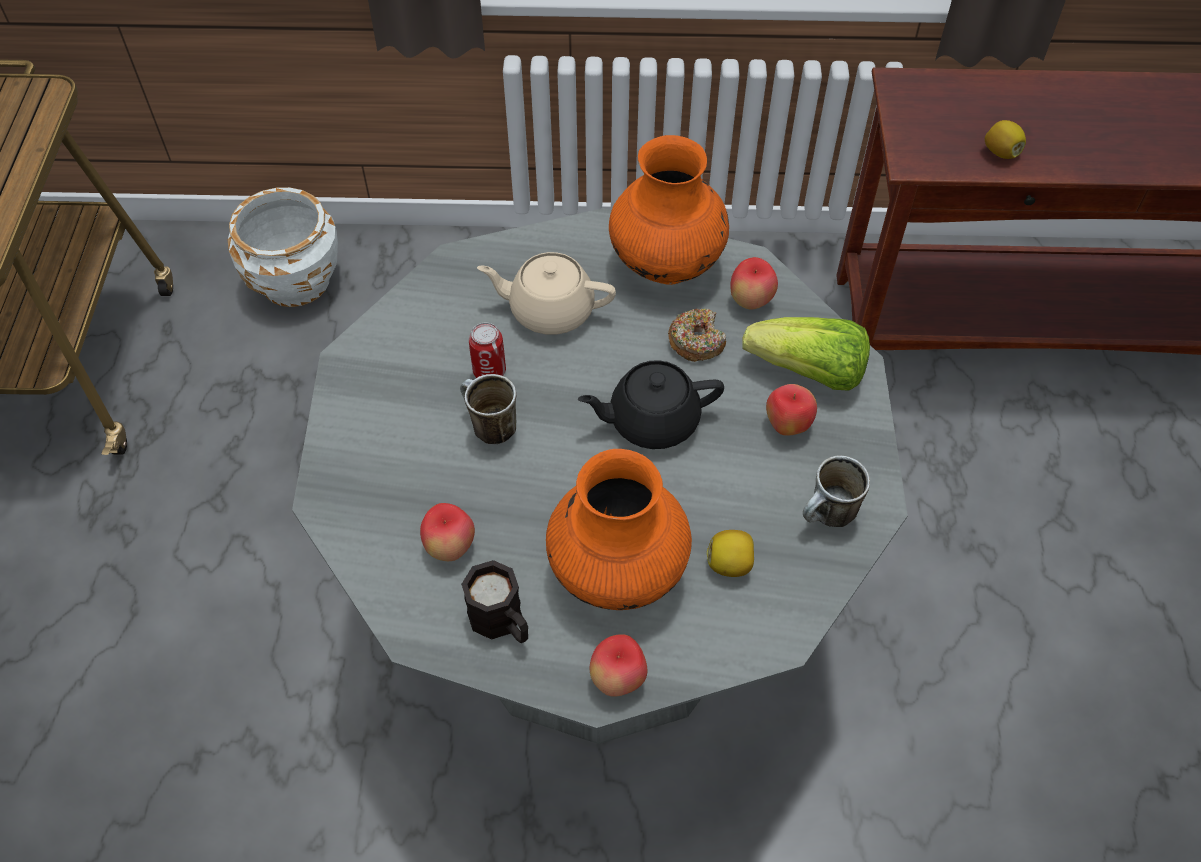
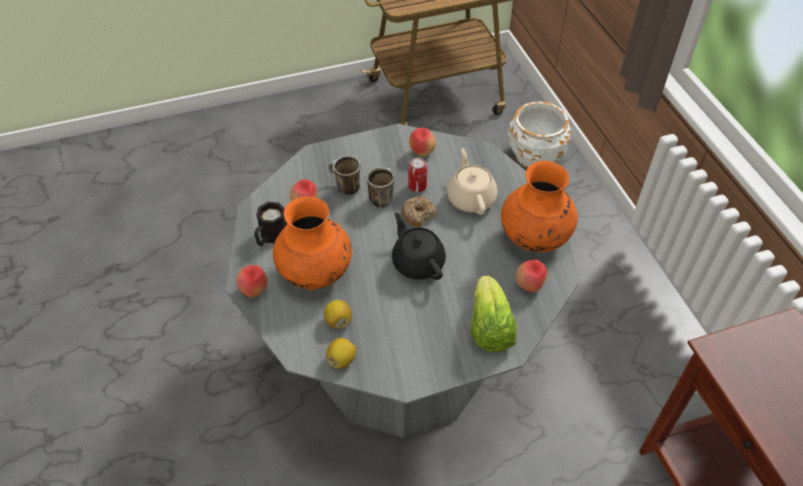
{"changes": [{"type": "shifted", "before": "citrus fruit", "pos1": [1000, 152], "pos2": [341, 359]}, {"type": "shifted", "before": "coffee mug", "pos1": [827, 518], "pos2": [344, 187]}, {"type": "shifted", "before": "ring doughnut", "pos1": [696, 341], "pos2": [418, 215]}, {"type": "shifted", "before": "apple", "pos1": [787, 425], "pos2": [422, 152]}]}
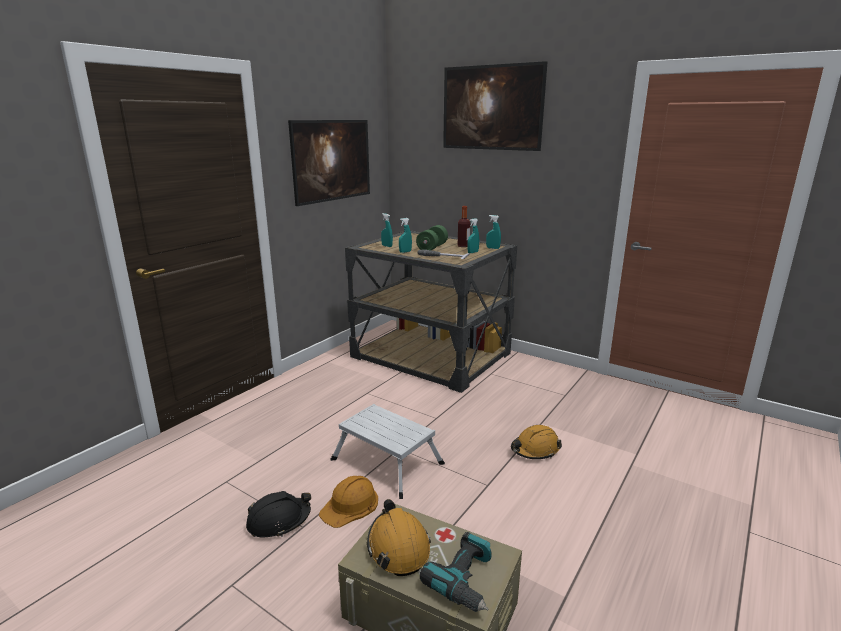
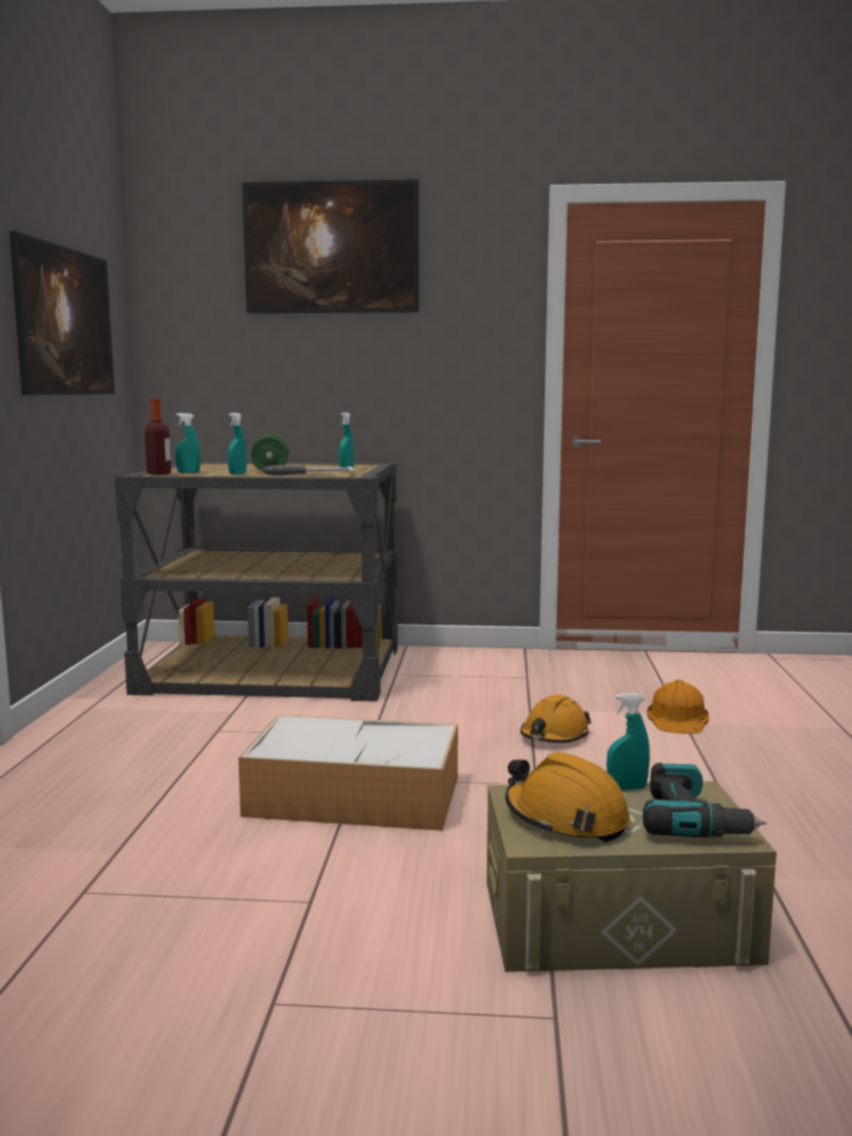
{"changes": [{"type": "shifted", "before": "bottle", "pos1": [463, 246], "pos2": [159, 473]}, {"type": "swapped", "before": "whitish step stool", "after": "storage container", "pos1": [387, 461], "pos2": [357, 796]}, {"type": "shifted", "before": "turquoise-coloured sprayer", "pos1": [493, 248], "pos2": [626, 788]}, {"type": "shifted", "before": "orangey hard hat", "pos1": [350, 505], "pos2": [678, 718]}, {"type": "gone", "before": "blackish hard hat", "pos1": [279, 521]}]}
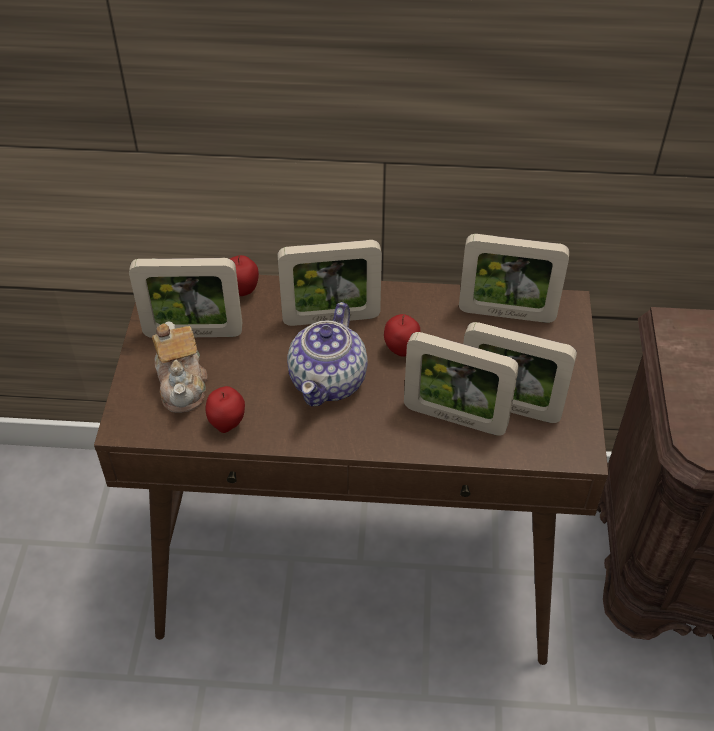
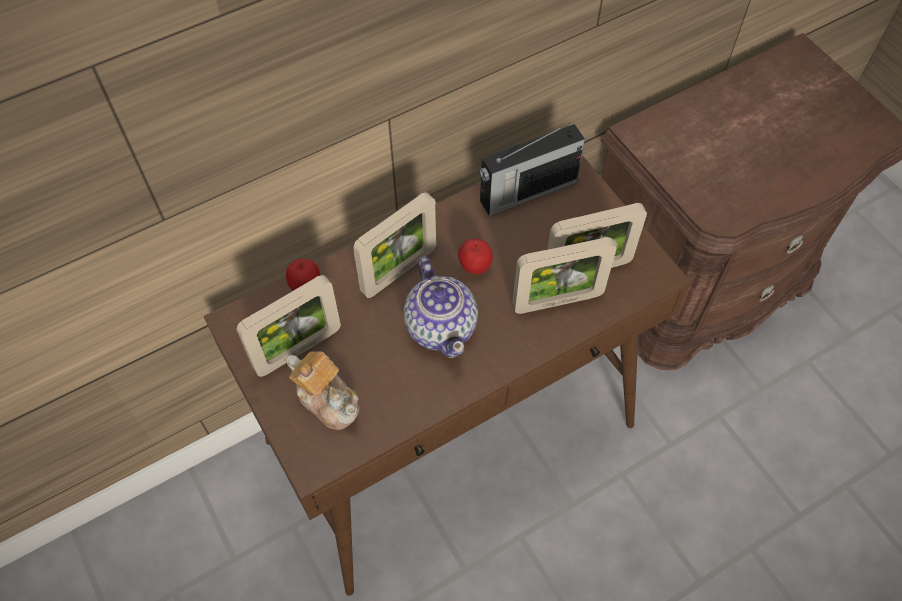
{"changes": [{"type": "swapped", "before": "photo frame", "after": "radio", "pos1": [506, 314], "pos2": [526, 192]}, {"type": "gone", "before": "apple", "pos1": [227, 424]}]}
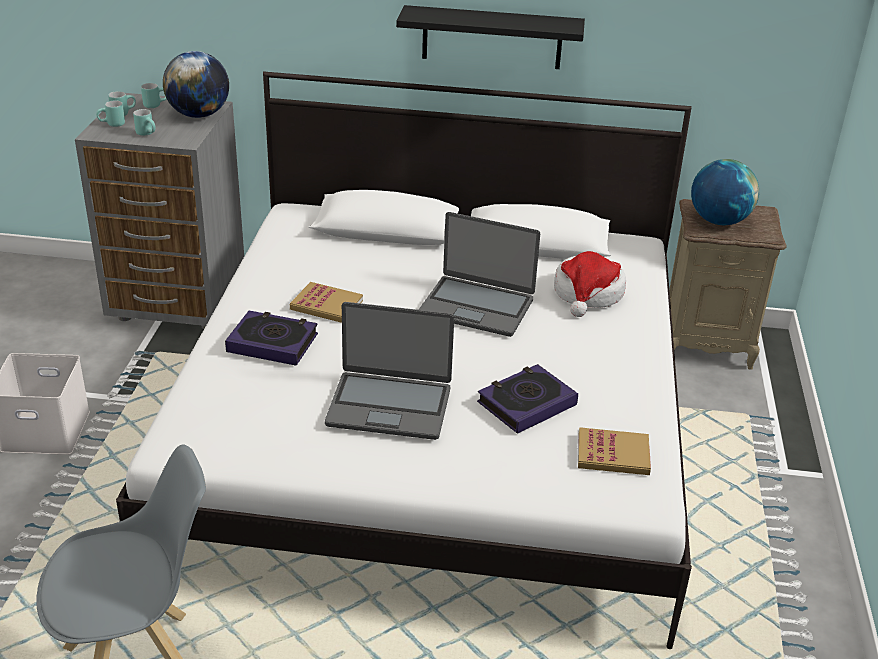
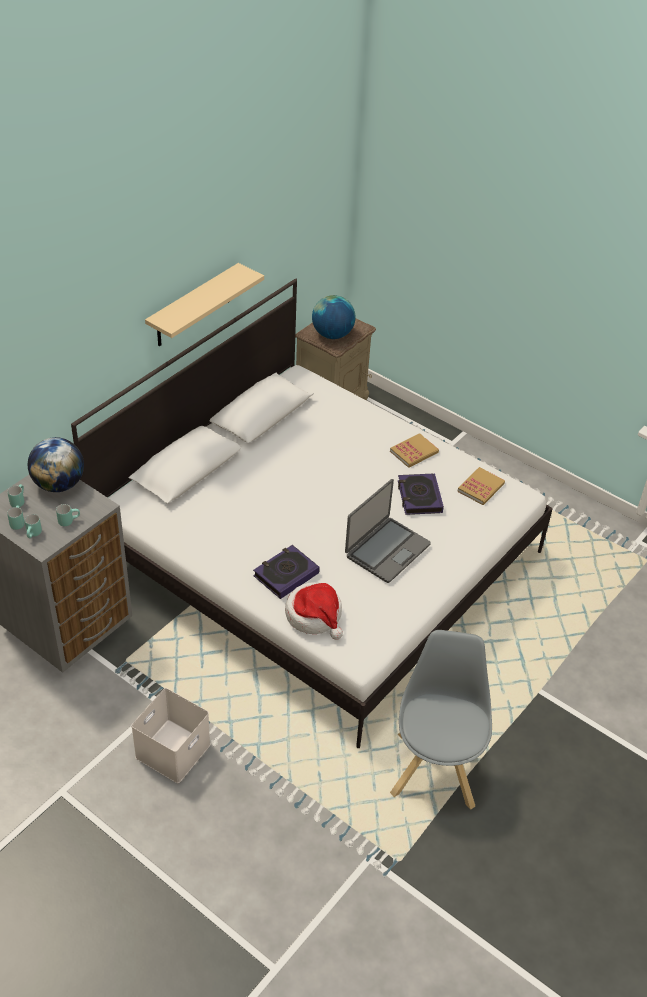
{"changes": [{"type": "repainted", "before": "blackish bracket shelf", "after": "sand-coloured bracket shelf", "pos1": [492, 37], "pos2": [193, 306]}, {"type": "shifted", "before": "wearable hat", "pos1": [588, 294], "pos2": [315, 616]}, {"type": "shifted", "before": "volume", "pos1": [326, 305], "pos2": [414, 452]}, {"type": "gone", "before": "laptop", "pos1": [477, 306]}]}
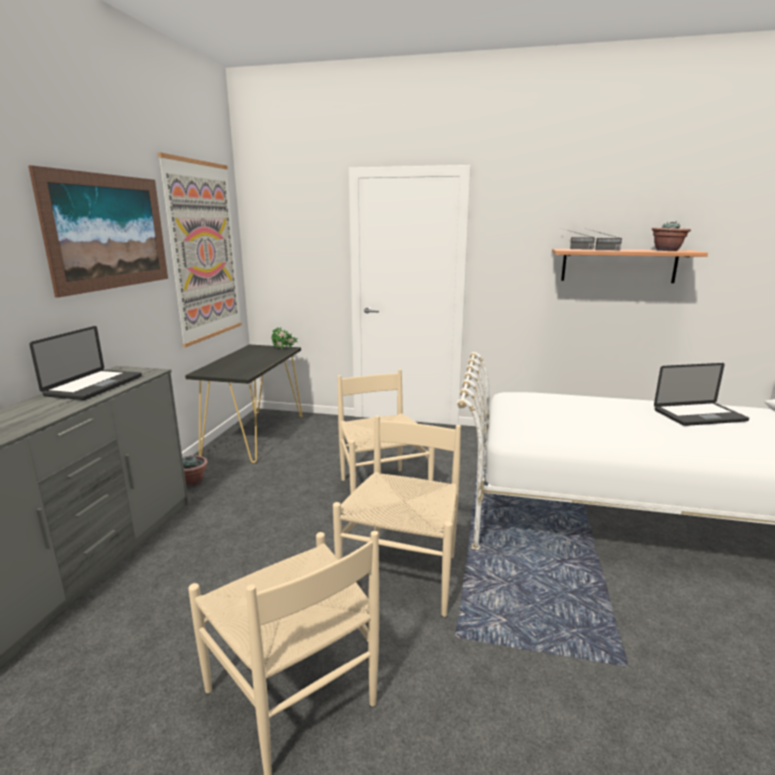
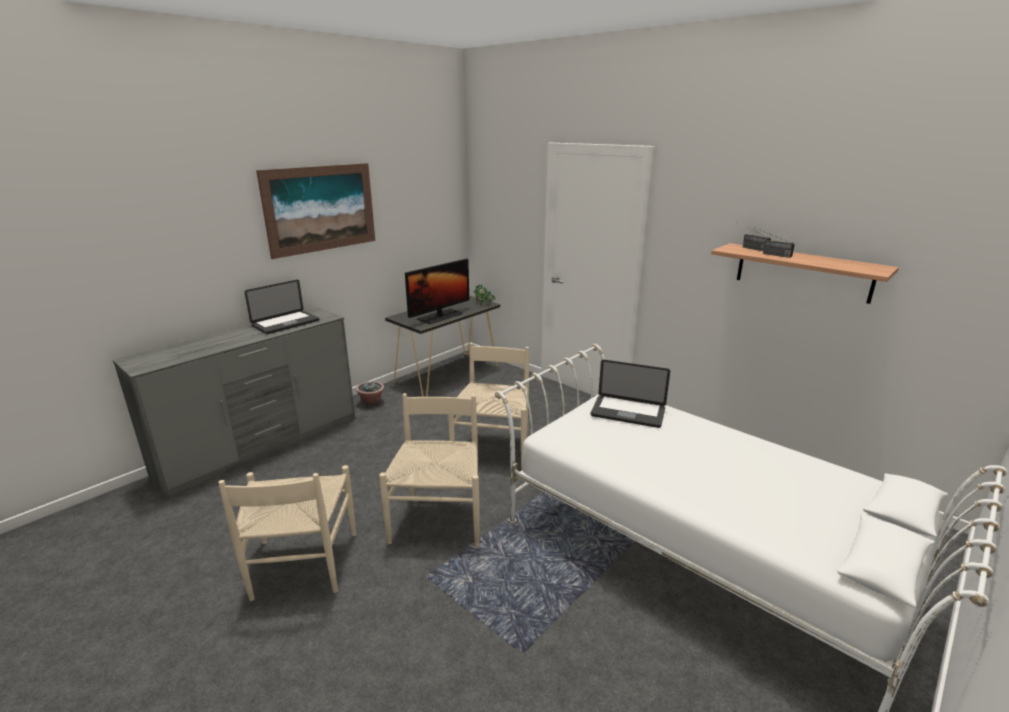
{"changes": [{"type": "rotated", "before": "sand-coloured plain chair", "pos1": [403, 574], "pos2": [439, 519], "turn": -45}, {"type": "new", "after": "computer screen", "pos2": [440, 316]}, {"type": "shifted", "before": "laptop", "pos1": [699, 415], "pos2": [628, 412]}, {"type": "gone", "before": "picture", "pos1": [204, 252]}, {"type": "gone", "before": "potted plant", "pos1": [667, 250]}]}
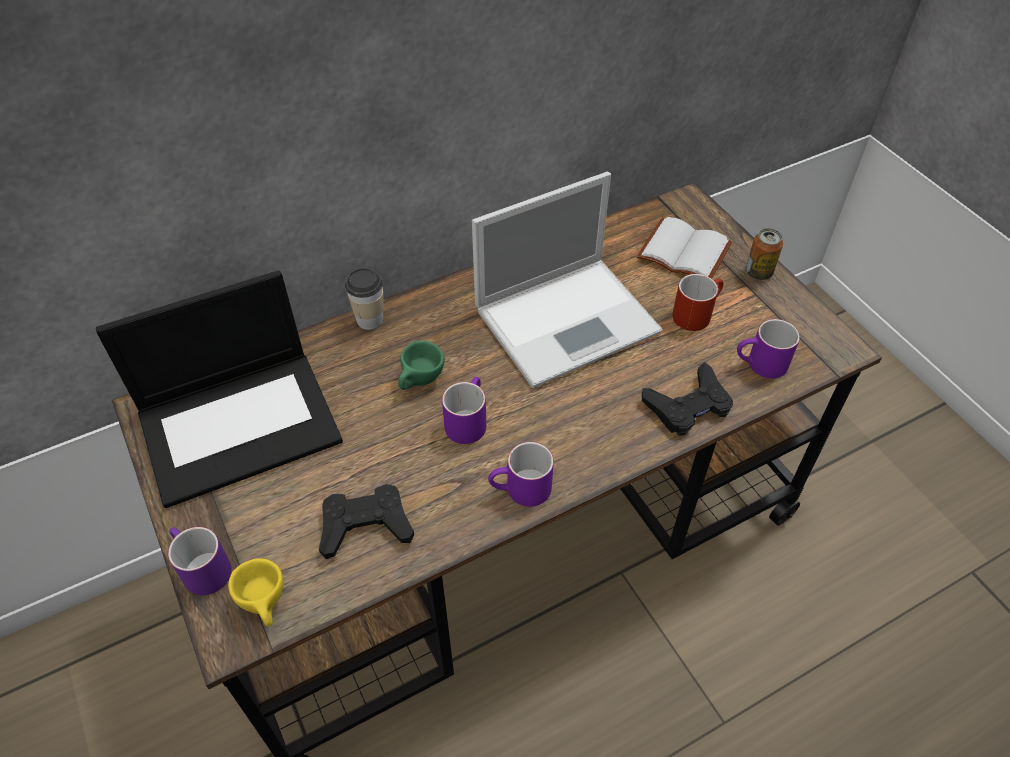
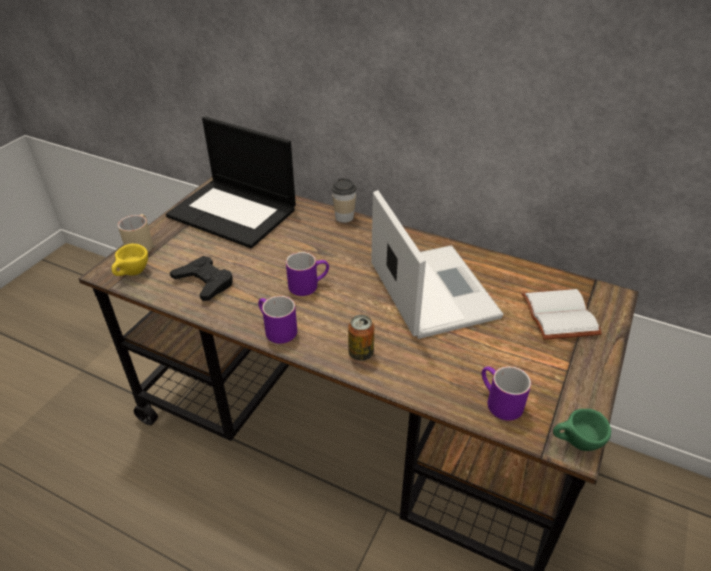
{"changes": [{"type": "repainted", "before": "purplish coffee mug", "after": "sand-coloured coffee mug", "pos1": [200, 568], "pos2": [140, 244]}, {"type": "shifted", "before": "sealed can", "pos1": [758, 272], "pos2": [361, 353]}, {"type": "rotated", "before": "laptop", "pos1": [569, 319], "pos2": [431, 289], "turn": -135}, {"type": "shifted", "before": "green small cup", "pos1": [420, 383], "pos2": [575, 444]}, {"type": "gone", "before": "blackish gamepad", "pos1": [688, 406]}, {"type": "gone", "before": "red coffee mug", "pos1": [696, 313]}]}
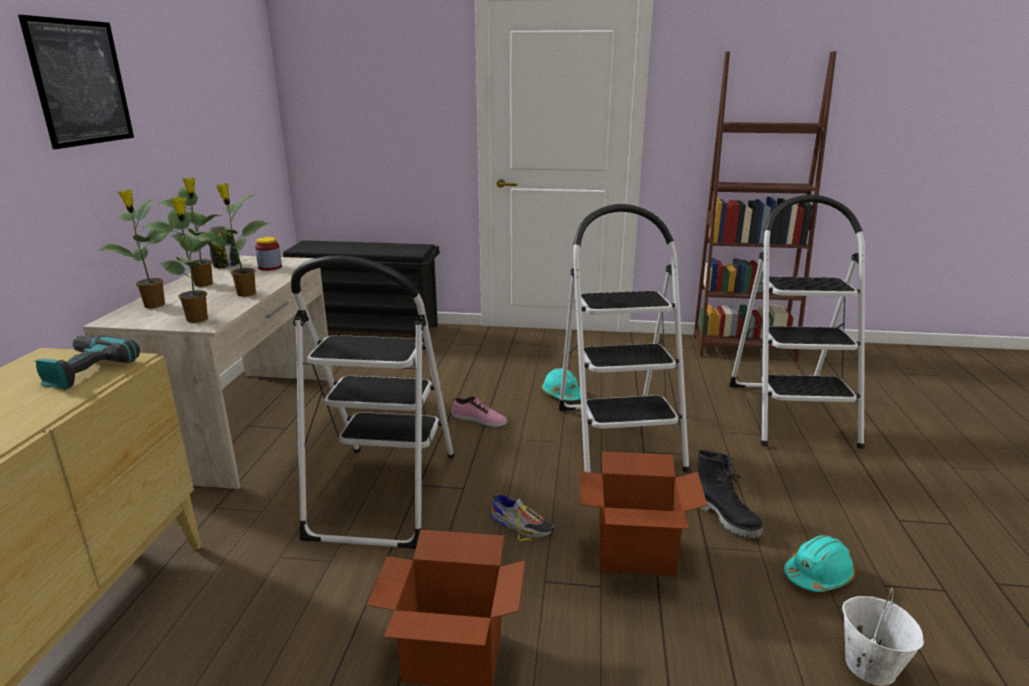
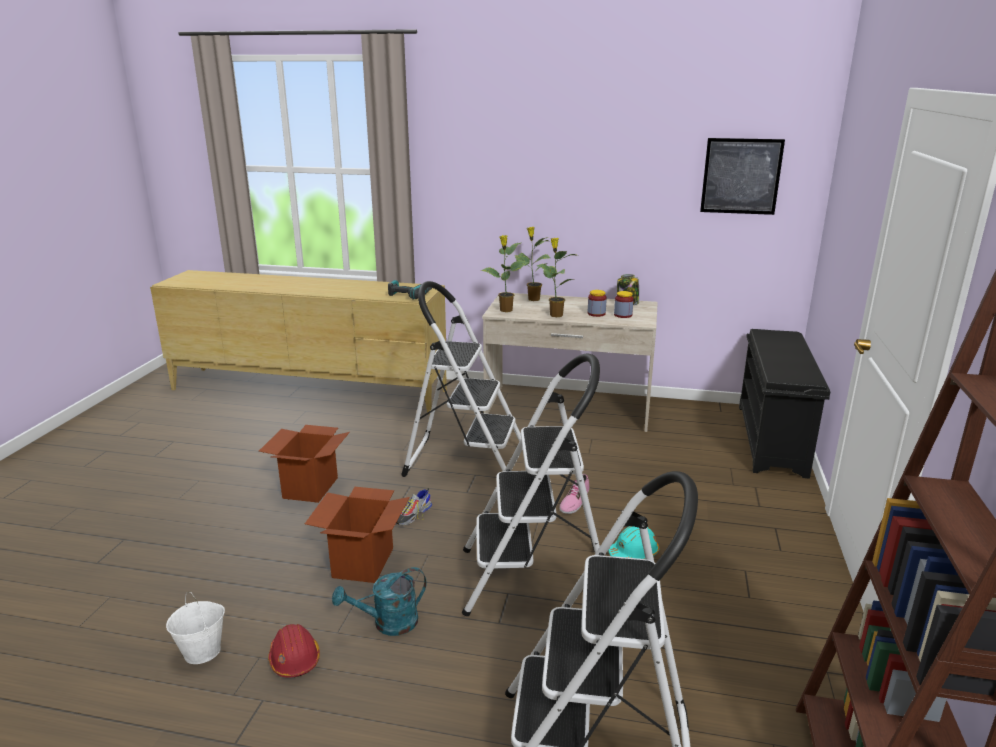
{"changes": [{"type": "repainted", "before": "turquoise-coloured hard hat", "after": "red hard hat", "pos1": [818, 575], "pos2": [294, 659]}, {"type": "swapped", "before": "blackish boot", "after": "turquoise-coloured watering can", "pos1": [726, 517], "pos2": [388, 624]}, {"type": "new", "after": "jar", "pos2": [596, 314]}, {"type": "shifted", "before": "picture", "pos1": [81, 83], "pos2": [741, 176]}, {"type": "gone", "before": "potted plant", "pos1": [205, 284]}]}
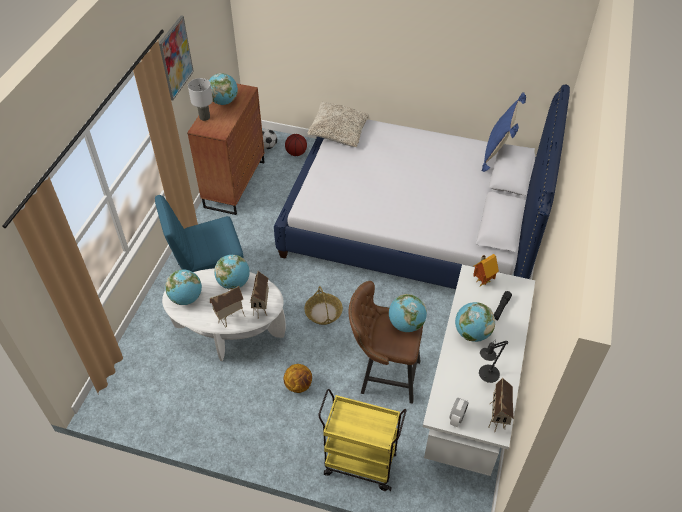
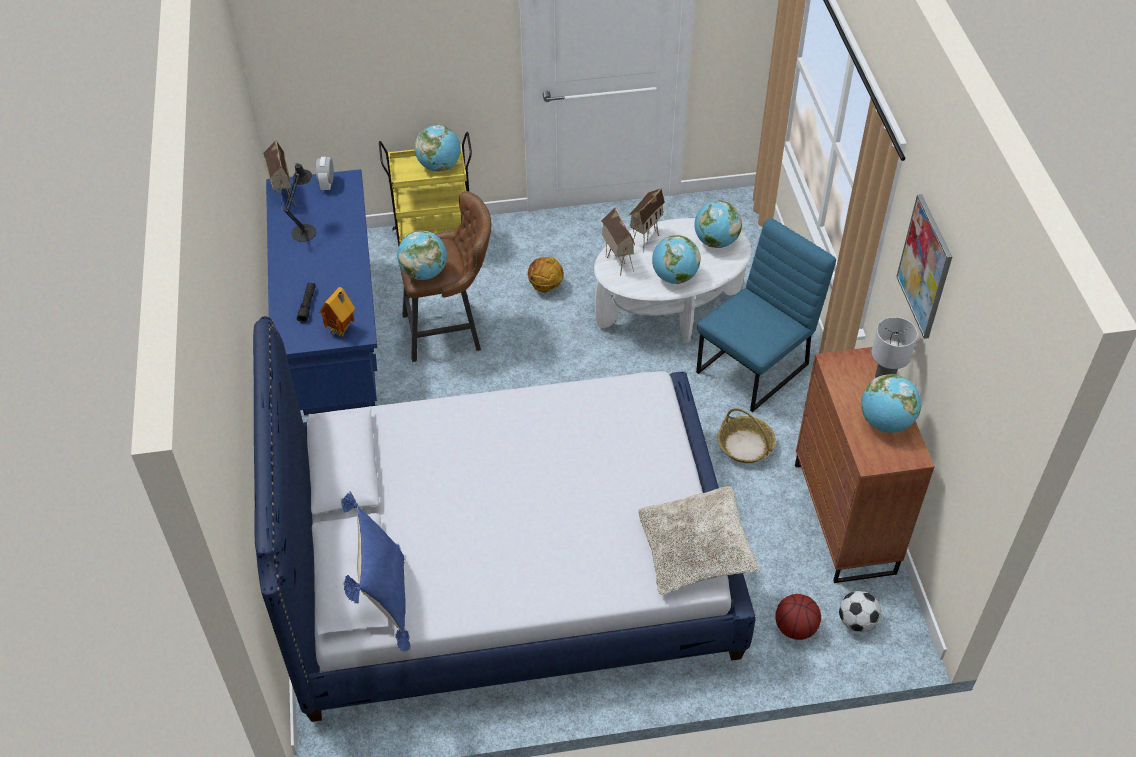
{"changes": [{"type": "repainted", "before": "whitish desk", "after": "blue desk", "pos1": [470, 399], "pos2": [334, 342]}, {"type": "shifted", "before": "world globe", "pos1": [472, 333], "pos2": [439, 166]}, {"type": "shifted", "before": "household basket", "pos1": [323, 312], "pos2": [745, 446]}]}
